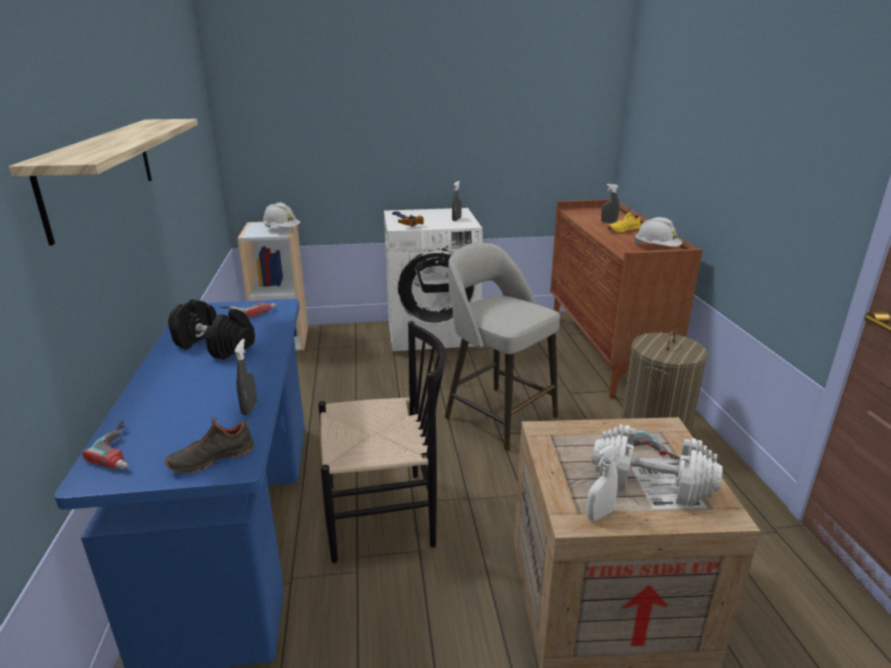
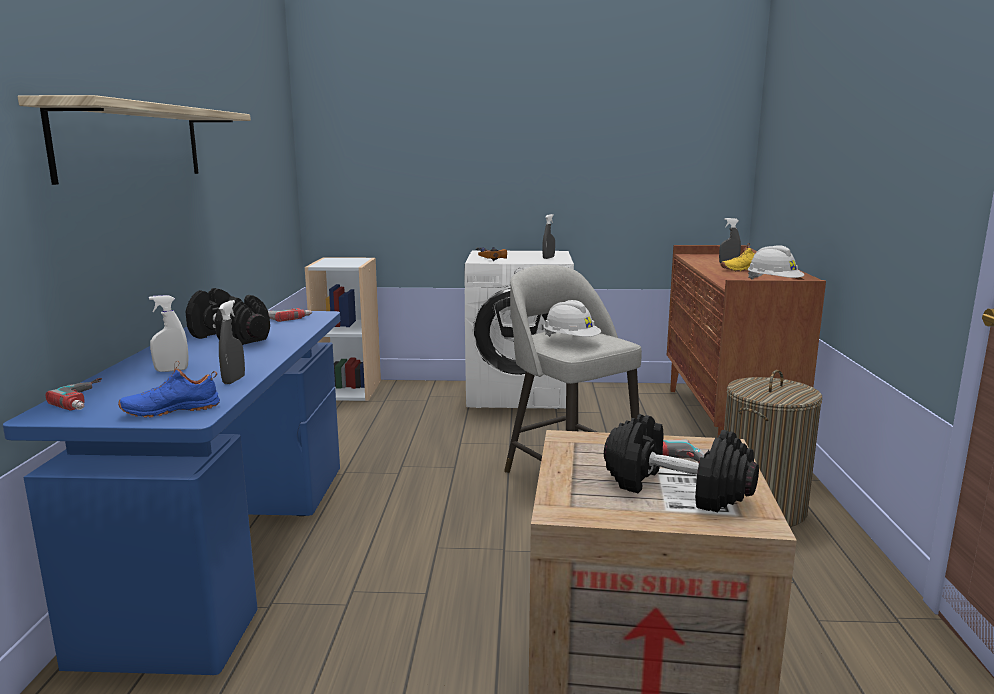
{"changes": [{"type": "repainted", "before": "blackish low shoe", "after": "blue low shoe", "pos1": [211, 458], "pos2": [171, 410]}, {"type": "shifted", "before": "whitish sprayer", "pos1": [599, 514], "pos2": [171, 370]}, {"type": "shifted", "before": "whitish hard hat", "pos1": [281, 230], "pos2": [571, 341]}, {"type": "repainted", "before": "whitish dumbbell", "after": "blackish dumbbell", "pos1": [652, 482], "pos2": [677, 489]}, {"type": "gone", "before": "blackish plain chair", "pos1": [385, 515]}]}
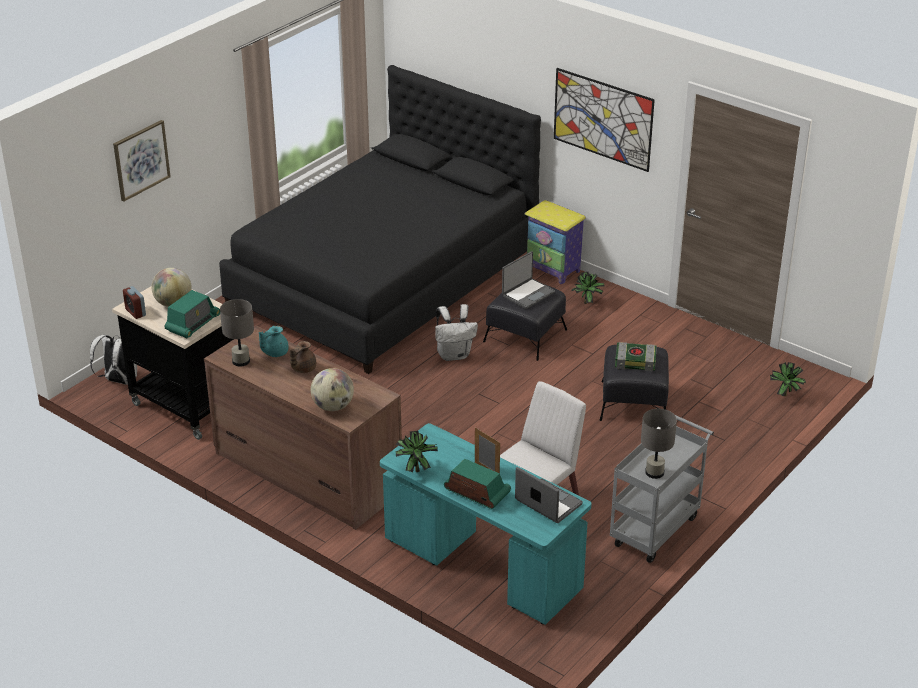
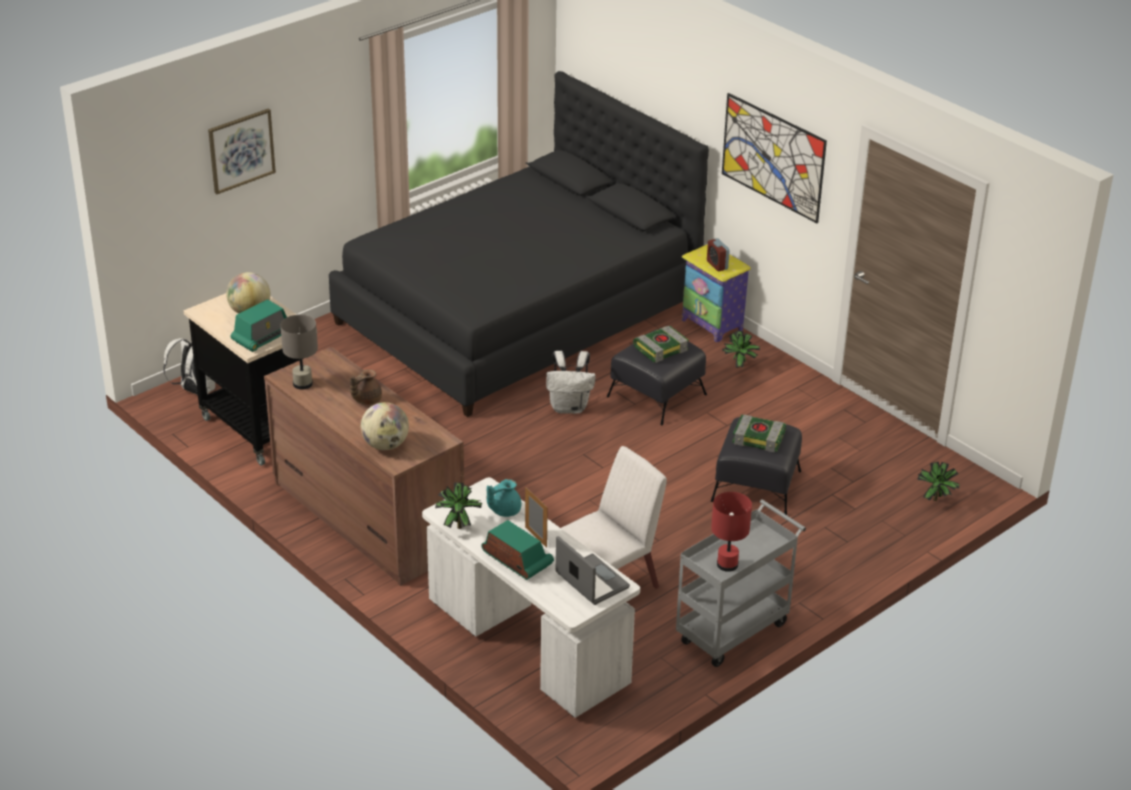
{"changes": [{"type": "repainted", "before": "turquoise-coloured desk", "after": "whitish desk", "pos1": [482, 565], "pos2": [527, 643]}, {"type": "shifted", "before": "turquoise-coloured pot for tea", "pos1": [274, 352], "pos2": [504, 510]}, {"type": "swapped", "before": "laptop", "after": "volume", "pos1": [527, 294], "pos2": [661, 348]}, {"type": "shifted", "before": "table clock", "pos1": [135, 312], "pos2": [717, 265]}, {"type": "repainted", "before": "gray table lamp", "after": "red table lamp", "pos1": [655, 472], "pos2": [727, 564]}]}
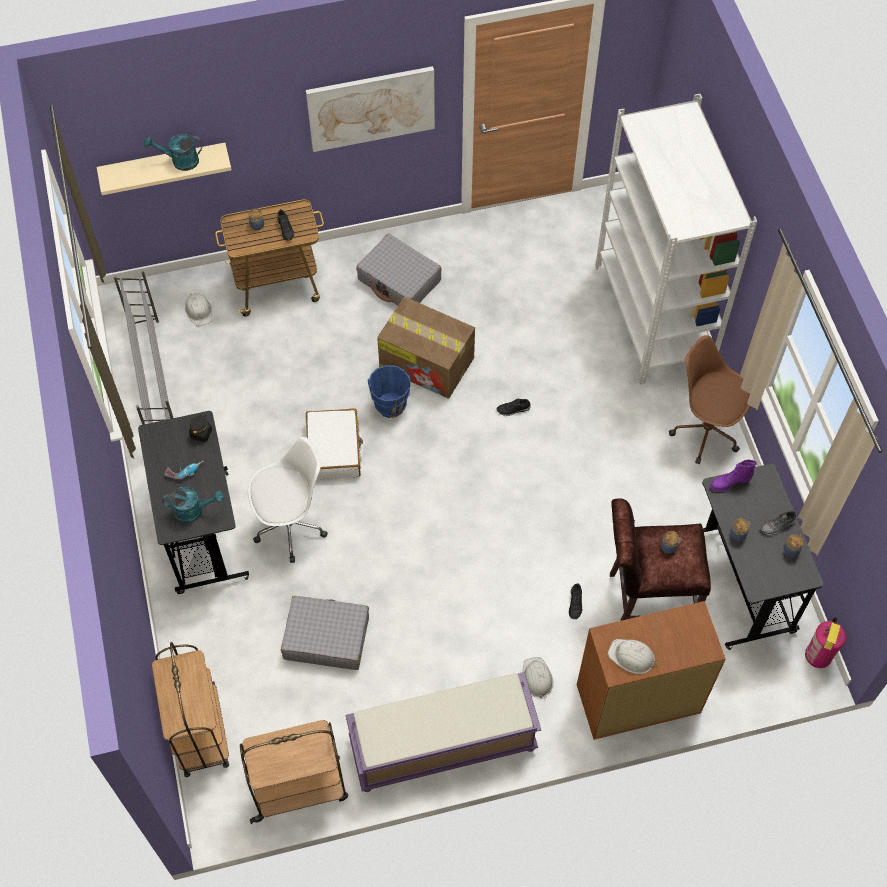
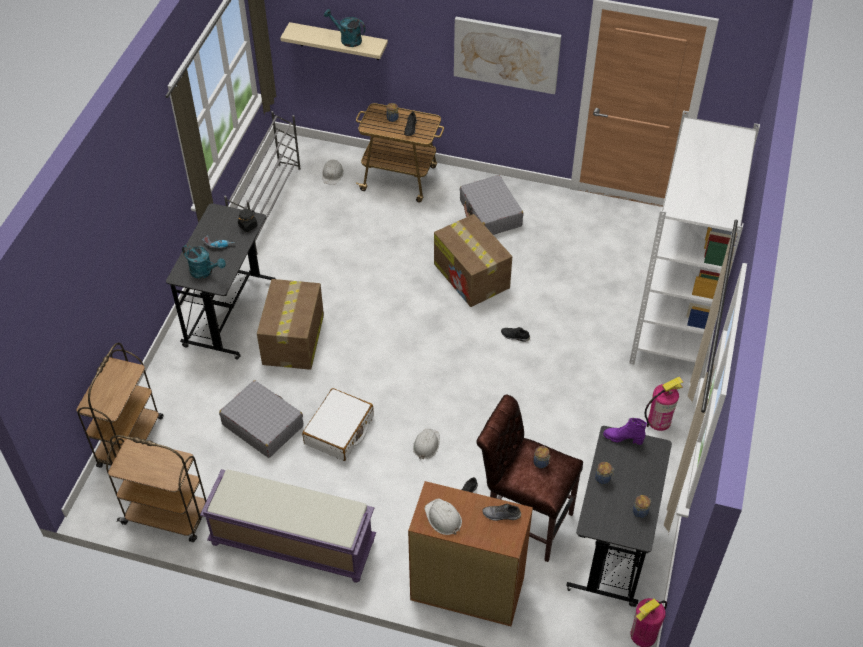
{"changes": [{"type": "swapped", "before": "whitish office chair", "after": "packing box", "pos1": [292, 527], "pos2": [293, 340]}, {"type": "shifted", "before": "whitish suitcase", "pos1": [334, 450], "pos2": [339, 431]}, {"type": "shifted", "before": "whitish hard hat", "pos1": [537, 678], "pos2": [426, 444]}, {"type": "shifted", "before": "gray low shoe", "pos1": [778, 526], "pos2": [501, 515]}, {"type": "swapped", "before": "brown office chair", "after": "extinguisher", "pos1": [703, 432], "pos2": [659, 421]}, {"type": "gone", "before": "blue water bucket", "pos1": [390, 405]}]}
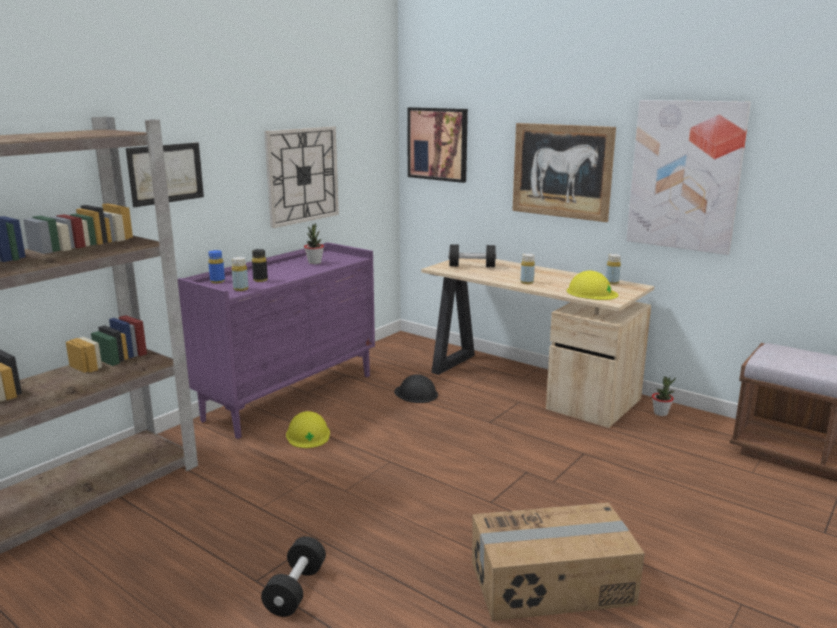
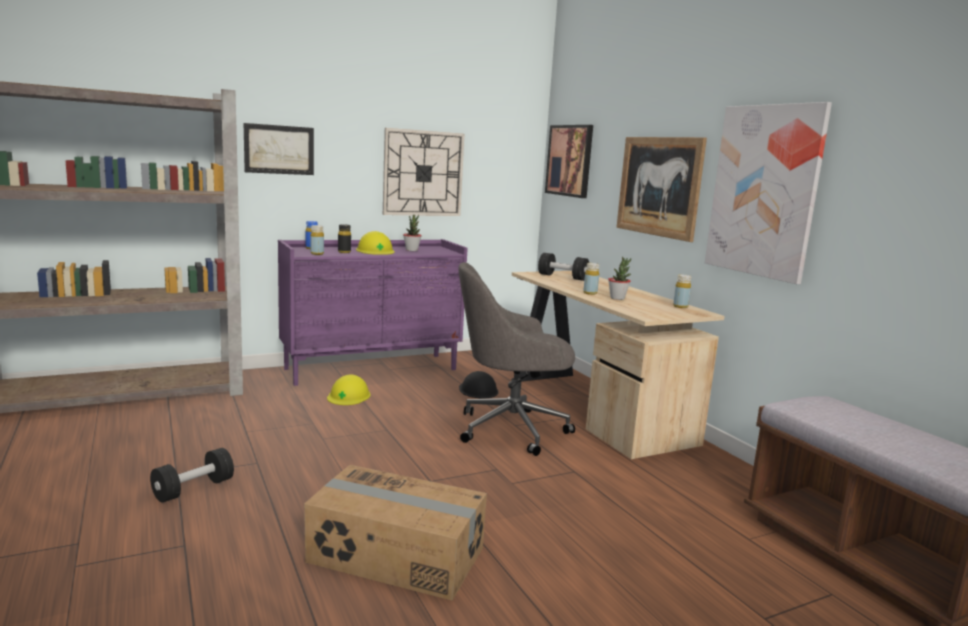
{"changes": [{"type": "shifted", "before": "yellow-coloured hard hat", "pos1": [591, 293], "pos2": [375, 251]}, {"type": "new", "after": "gray office chair", "pos2": [510, 430]}, {"type": "shifted", "before": "potted plant", "pos1": [660, 413], "pos2": [617, 298]}]}
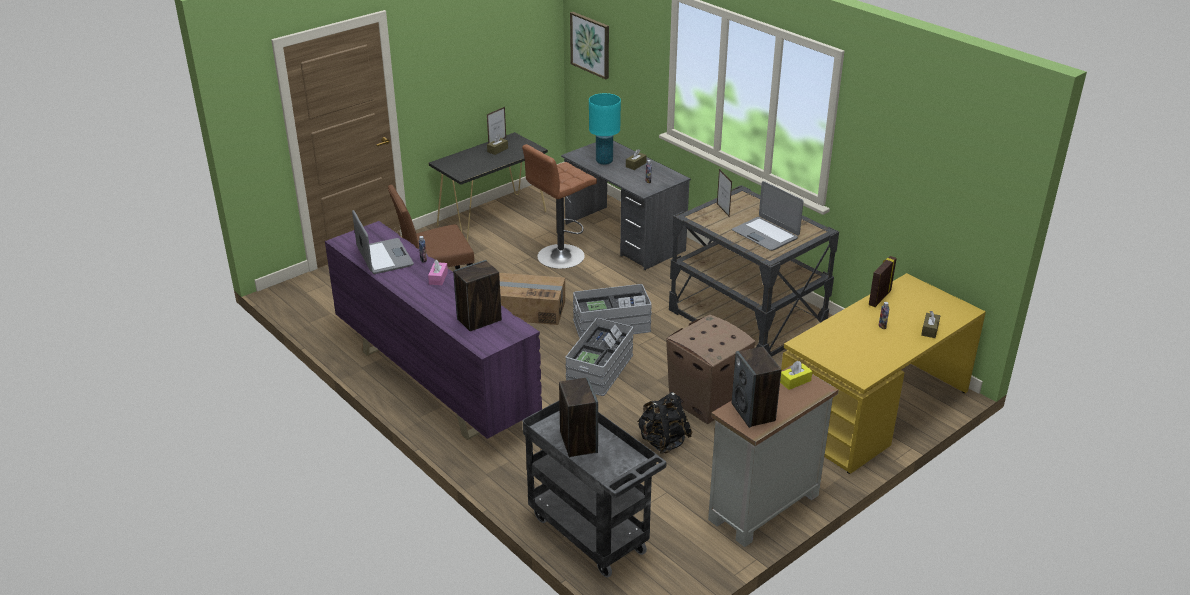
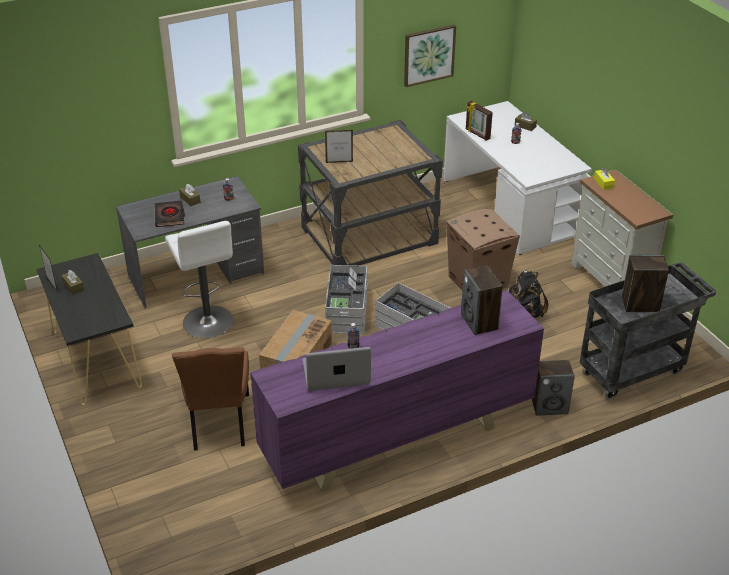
{"changes": [{"type": "swapped", "before": "turquoise-coloured table lamp", "after": "blackish volume", "pos1": [604, 161], "pos2": [170, 216]}, {"type": "repainted", "before": "brown sitting stool", "after": "whitish sitting stool", "pos1": [560, 256], "pos2": [207, 322]}, {"type": "shifted", "before": "picture", "pos1": [590, 44], "pos2": [428, 55]}, {"type": "repainted", "before": "yellow-coloured desk", "after": "whitish desk", "pos1": [873, 409], "pos2": [510, 207]}, {"type": "shifted", "before": "speaker", "pos1": [753, 412], "pos2": [549, 406]}, {"type": "gone", "before": "pink tissue holder", "pos1": [438, 278]}, {"type": "gone", "before": "laptop", "pos1": [765, 234]}]}
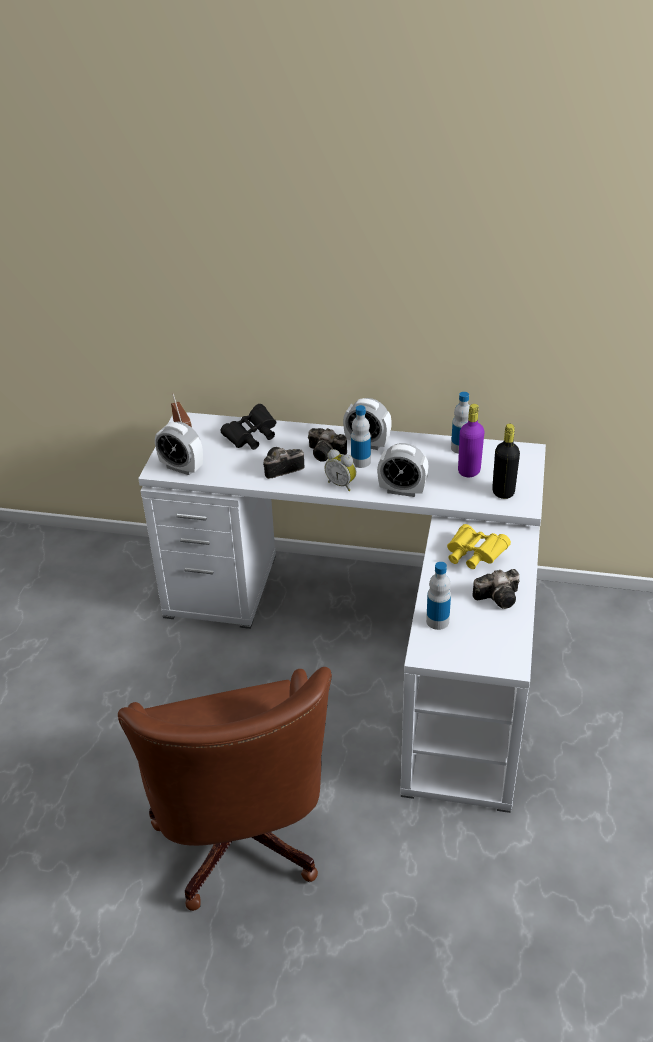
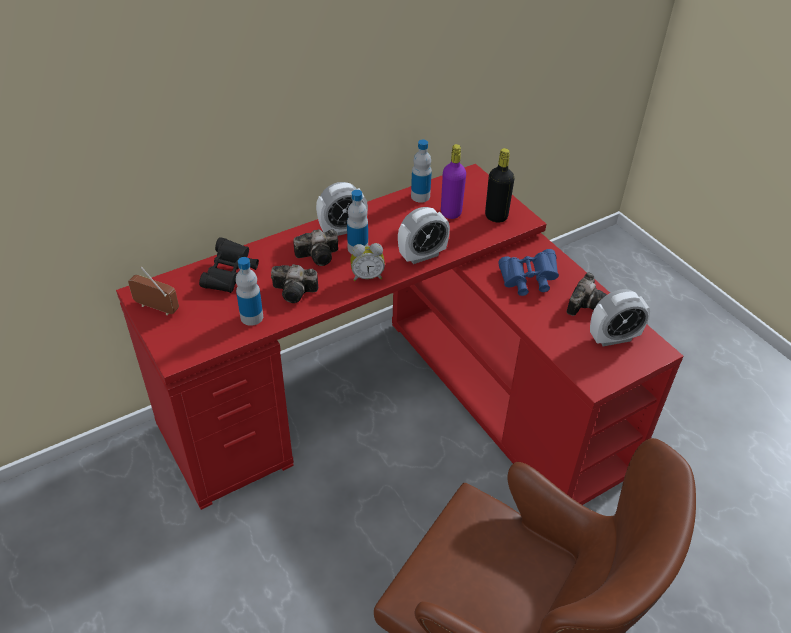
{"changes": [{"type": "repainted", "before": "whitish desk", "after": "red desk", "pos1": [379, 635], "pos2": [403, 401]}, {"type": "shifted", "before": "bottle", "pos1": [437, 621], "pos2": [252, 317]}, {"type": "rotated", "before": "photo camera", "pos1": [280, 469], "pos2": [296, 292], "turn": -105}, {"type": "repainted", "before": "yellow-coloured field glasses", "after": "blue field glasses", "pos1": [473, 556], "pos2": [527, 281]}, {"type": "shifted", "before": "table clock", "pos1": [181, 468], "pos2": [613, 338]}]}
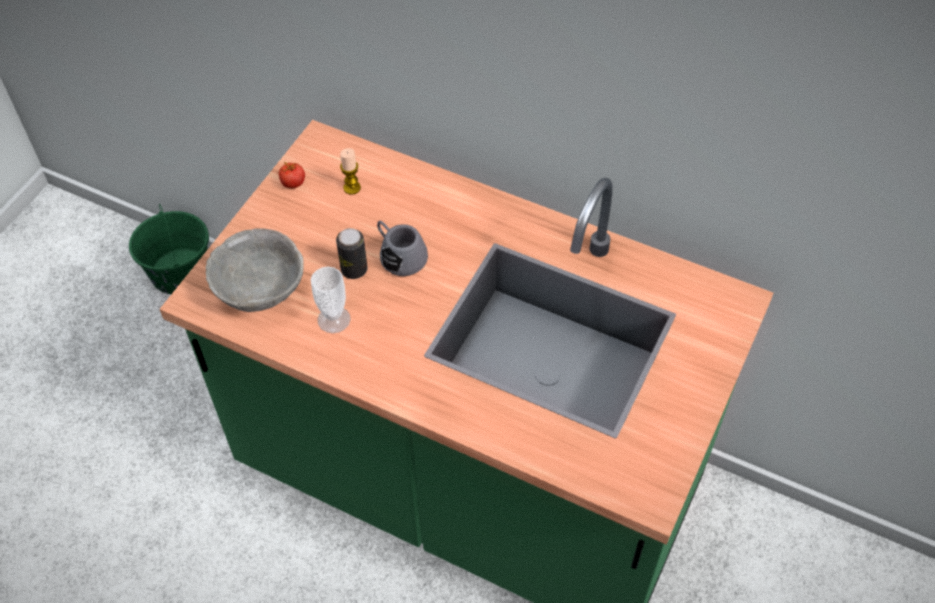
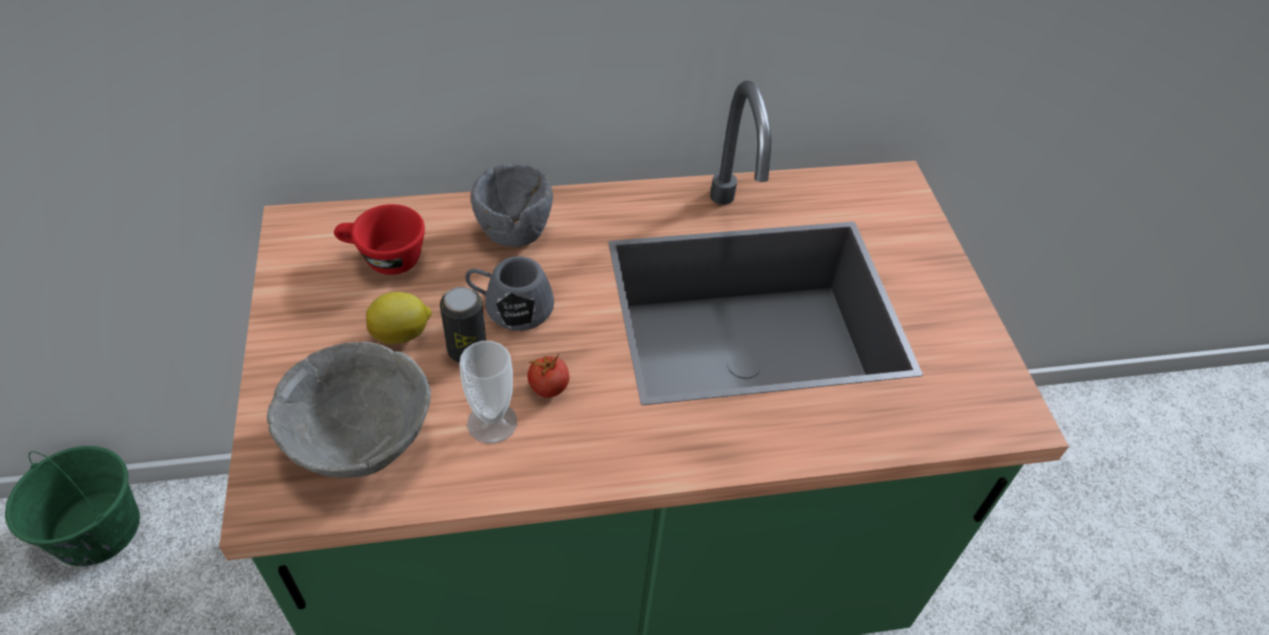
{"changes": [{"type": "swapped", "before": "wax candle", "after": "red small cup", "pos1": [352, 188], "pos2": [383, 259]}, {"type": "new", "after": "citrus fruit", "pos2": [402, 334]}, {"type": "new", "after": "gray bowl", "pos2": [514, 229]}, {"type": "shifted", "before": "whole tomato", "pos1": [293, 183], "pos2": [548, 387]}]}
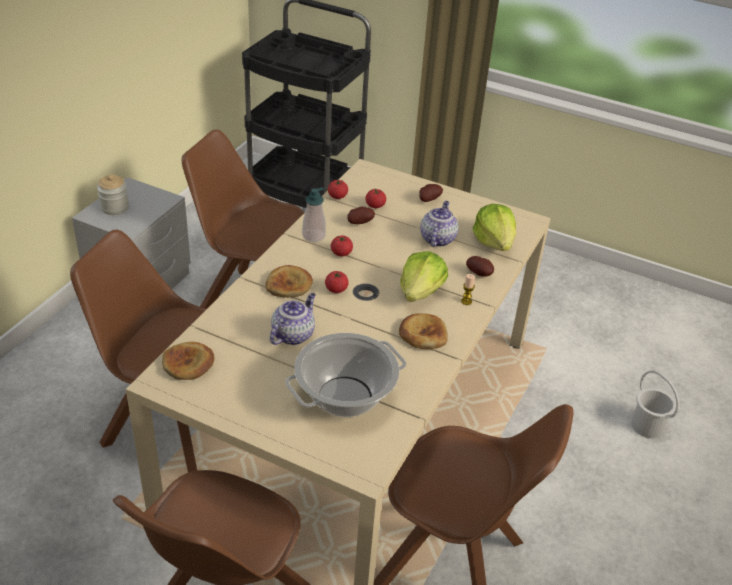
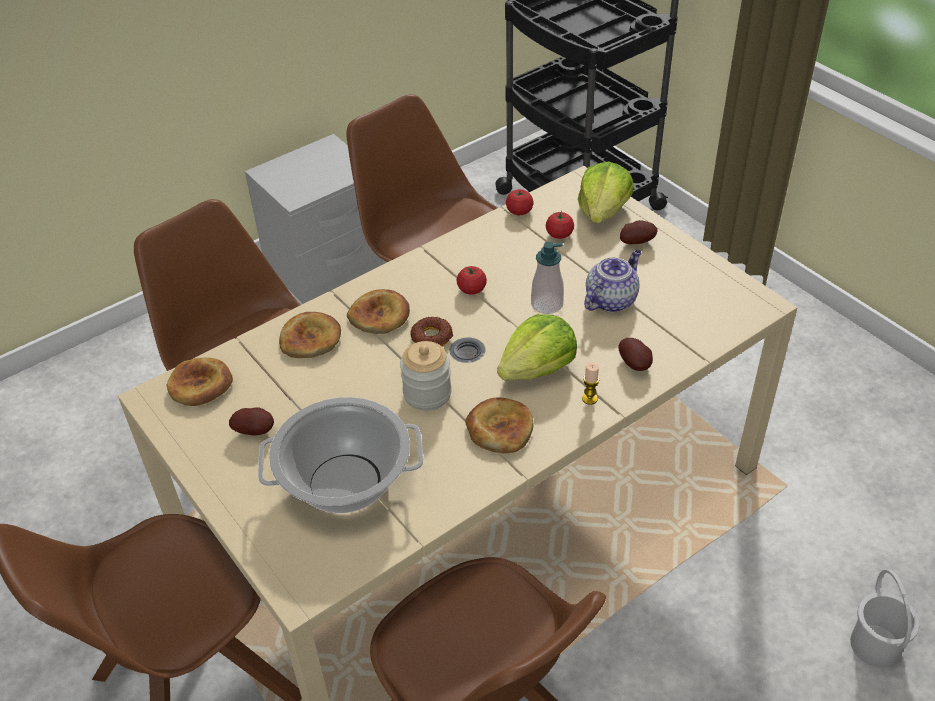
{"changes": [{"type": "shifted", "before": "whole potato", "pos1": [360, 222], "pos2": [255, 430]}, {"type": "new", "after": "bread", "pos2": [310, 339]}, {"type": "shifted", "before": "jar", "pos1": [114, 207], "pos2": [427, 394]}, {"type": "swapped", "before": "whole tomato", "after": "ring doughnut", "pos1": [336, 289], "pos2": [432, 337]}, {"type": "shifted", "before": "soap dispenser", "pos1": [313, 236], "pos2": [547, 304]}, {"type": "shifted", "before": "lettuce", "pos1": [494, 241], "pos2": [603, 211]}, {"type": "gone", "before": "pot for tea", "pos1": [293, 334]}]}
